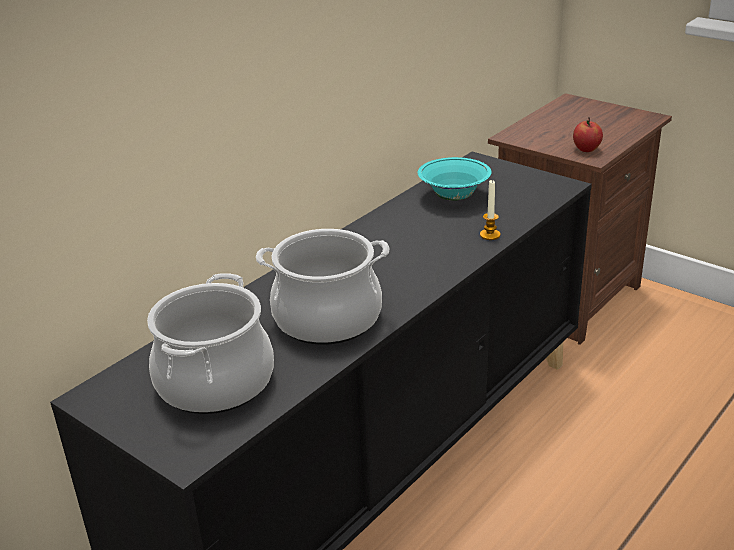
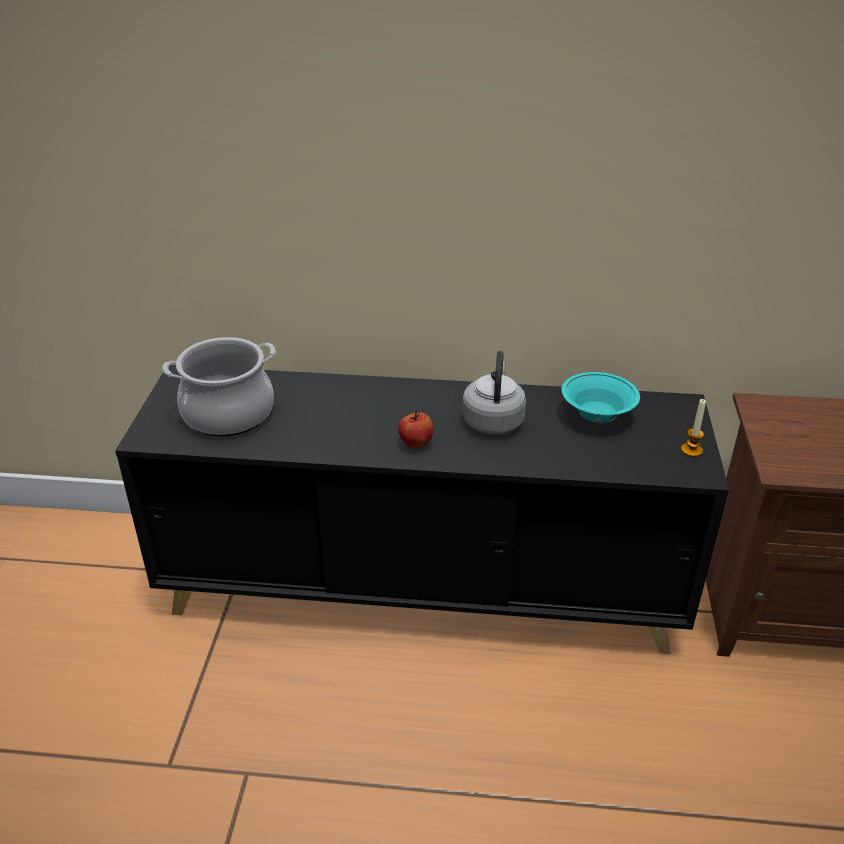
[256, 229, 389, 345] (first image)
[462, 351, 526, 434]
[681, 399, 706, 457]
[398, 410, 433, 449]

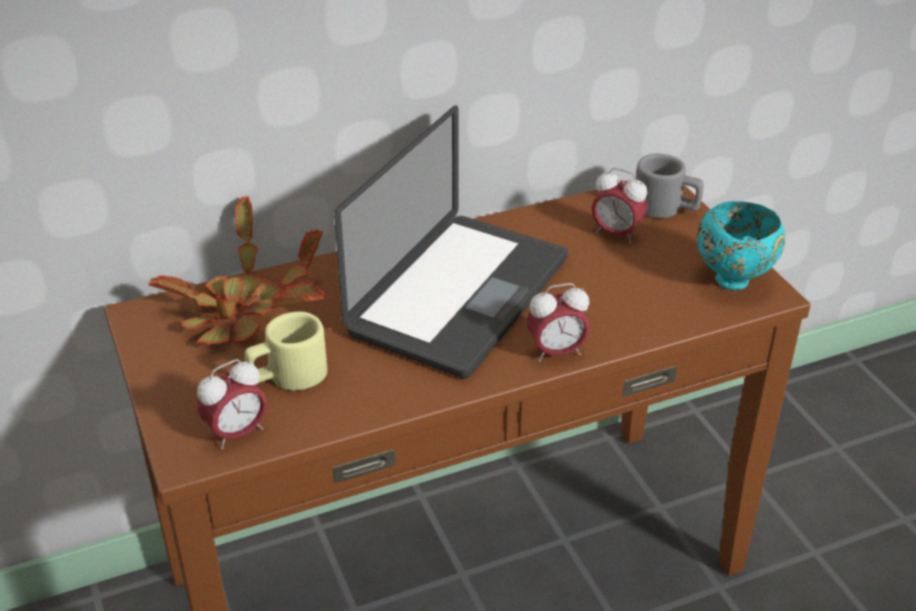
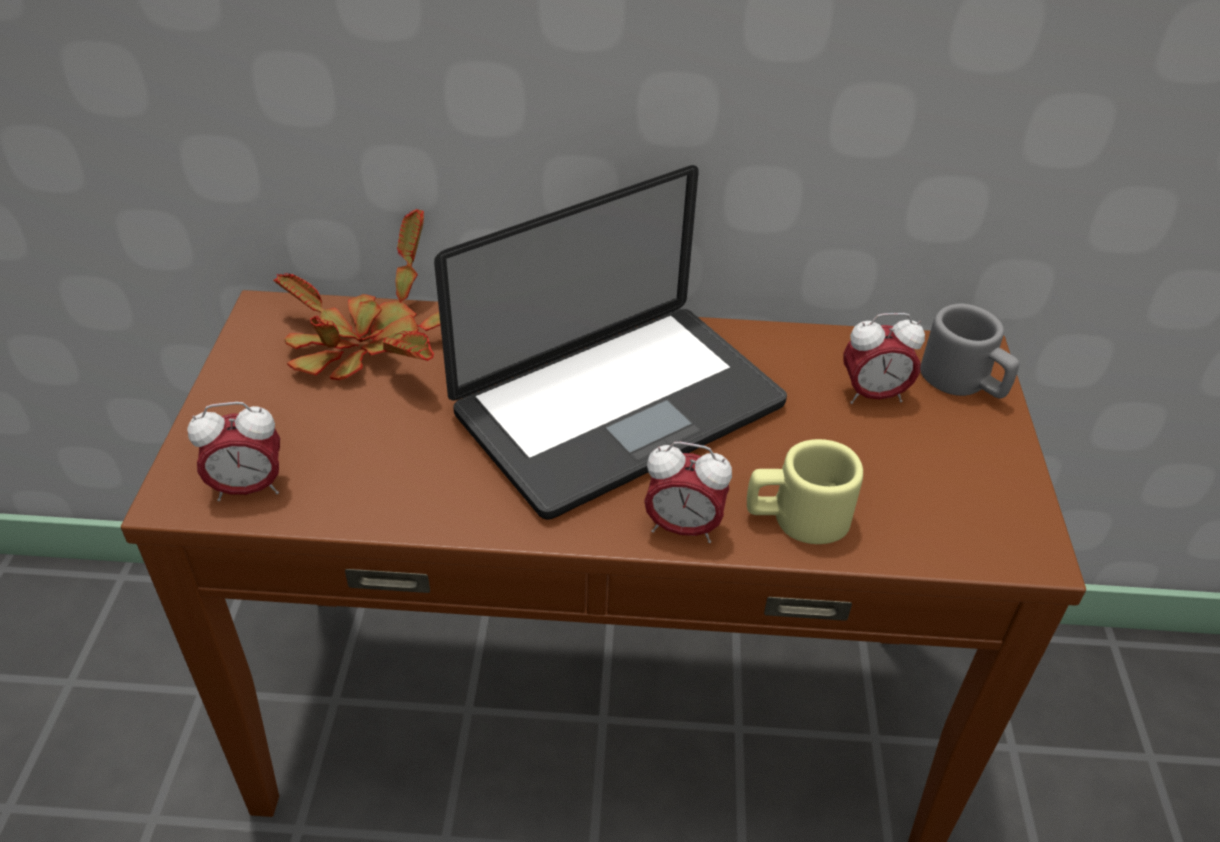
[697, 201, 785, 290] (first image)
[747, 439, 863, 544]
[843, 313, 925, 404]

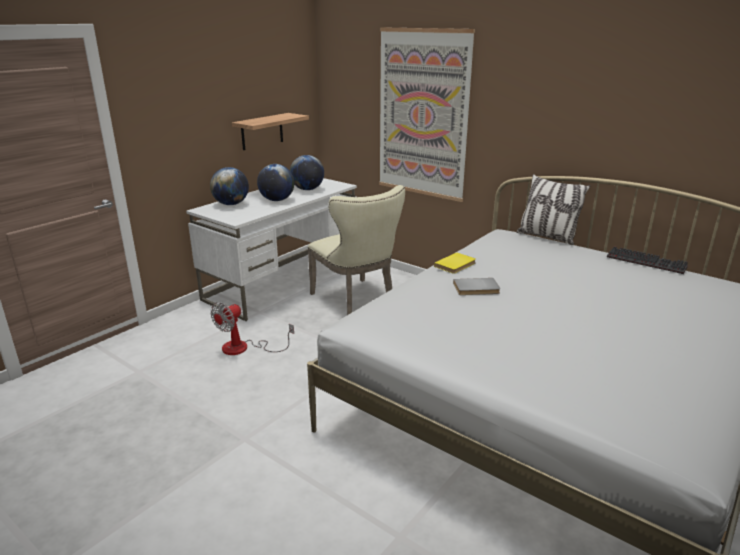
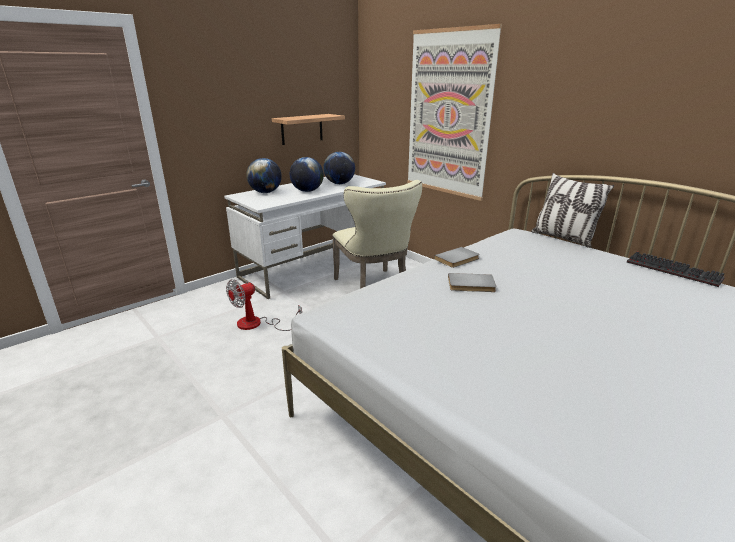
[434, 247, 479, 268]

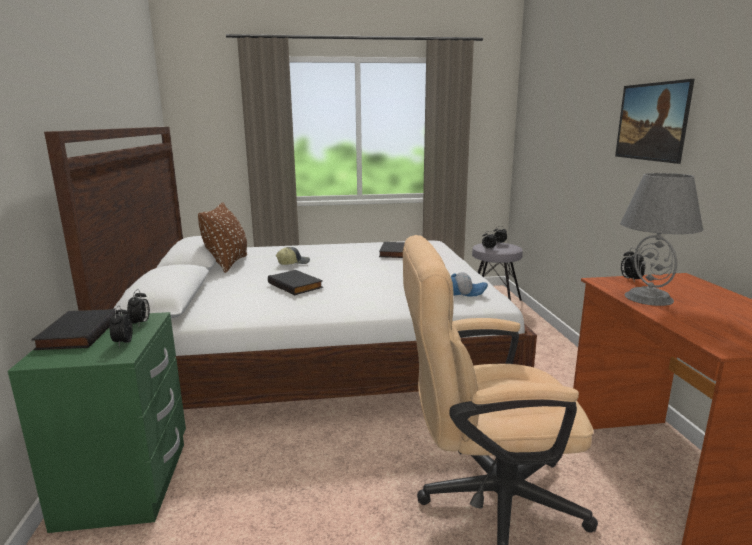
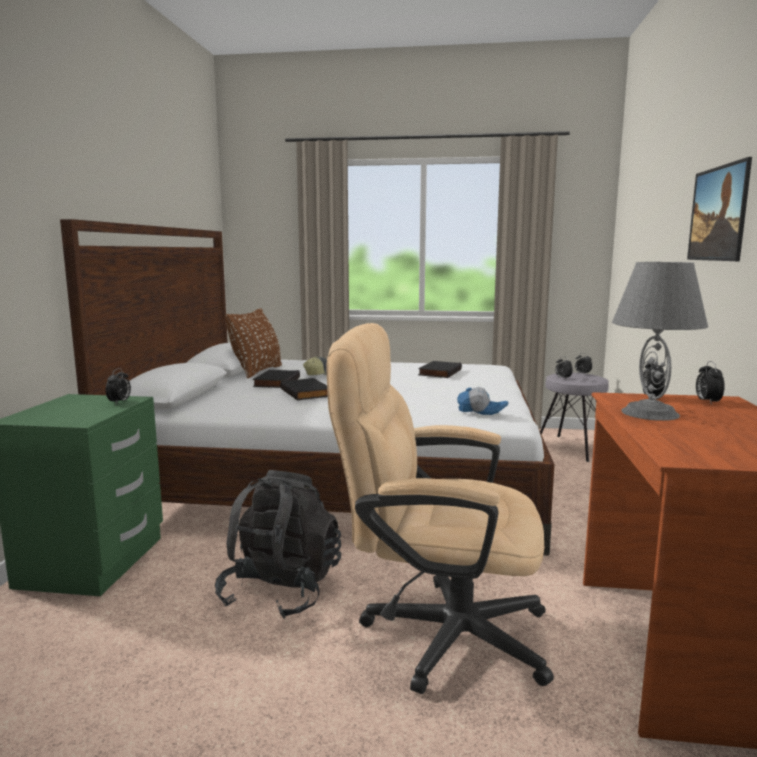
[215, 470, 341, 619]
[253, 370, 300, 388]
[696, 361, 725, 405]

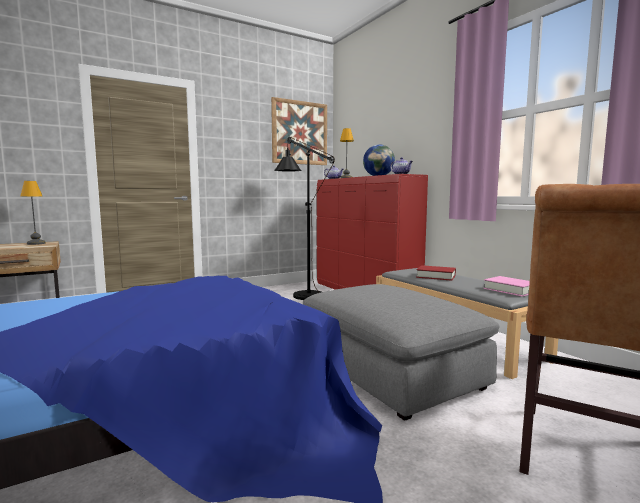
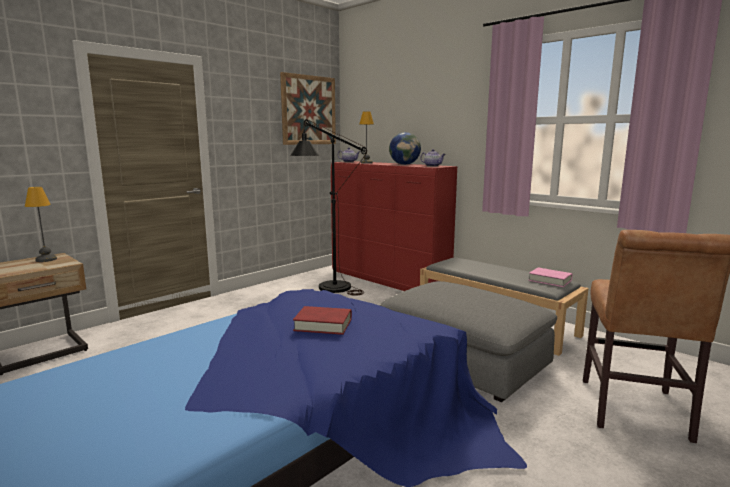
[293, 306, 352, 335]

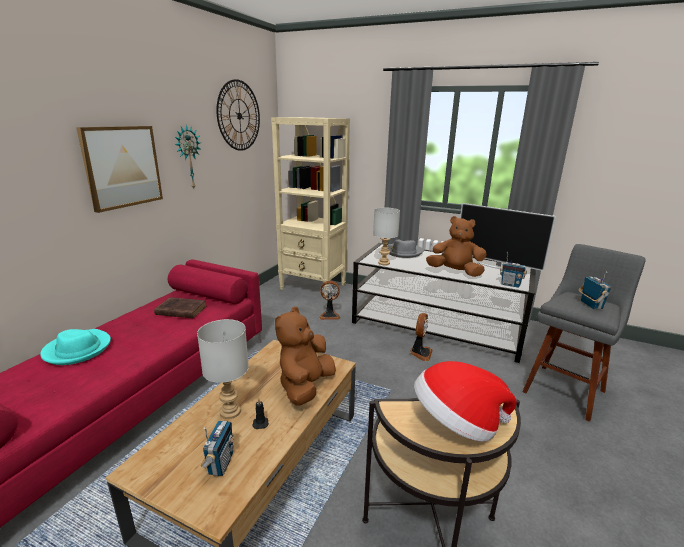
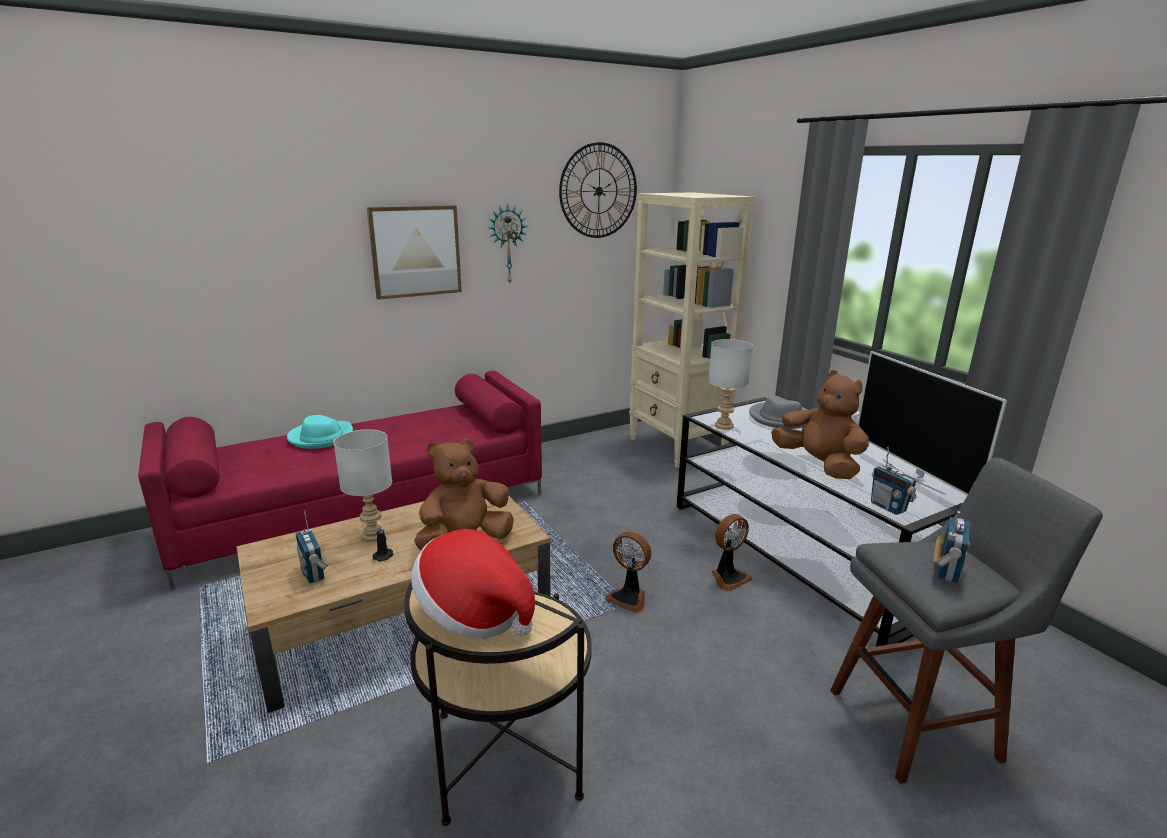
[154, 297, 206, 318] (first image)
[605, 531, 651, 613]
[295, 510, 329, 583]

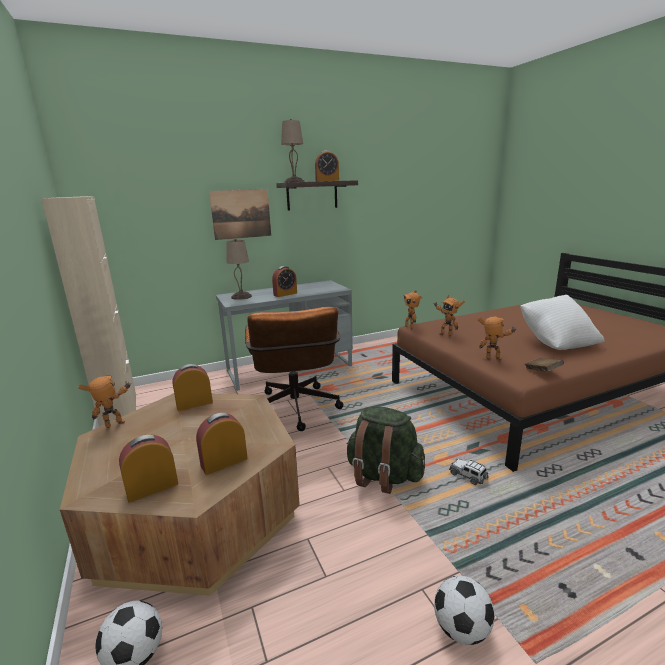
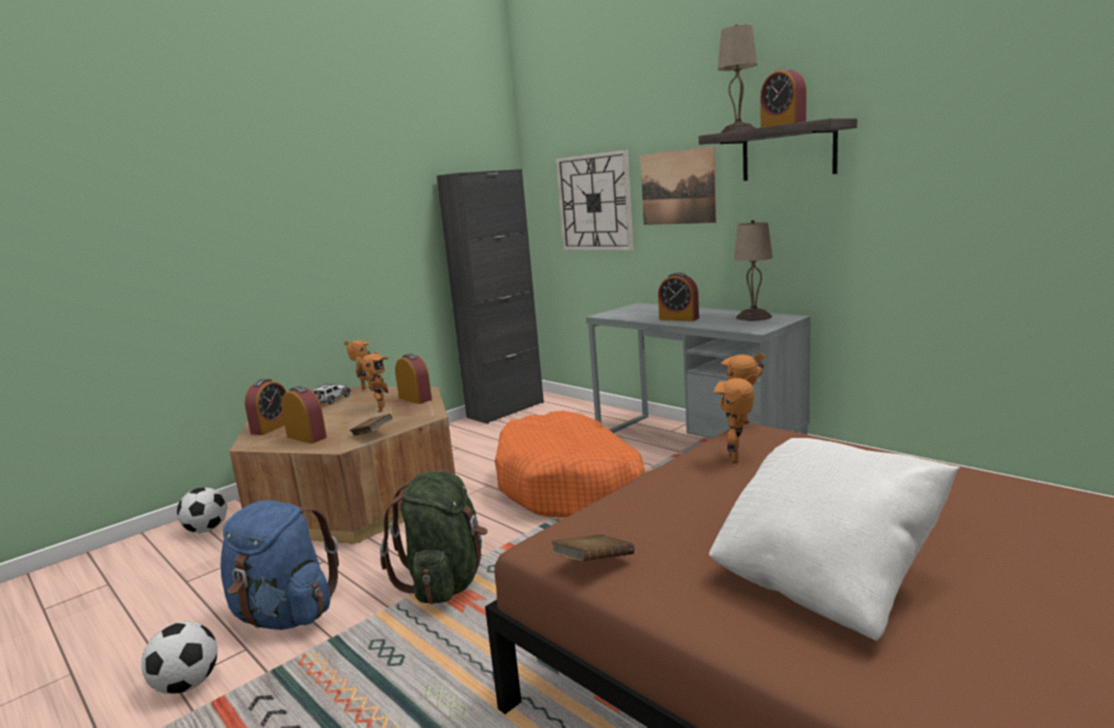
[220, 500, 339, 630]
[350, 414, 393, 436]
[556, 150, 634, 250]
[734, 220, 773, 321]
[313, 383, 351, 404]
[356, 351, 389, 412]
[495, 411, 645, 517]
[437, 169, 544, 424]
[245, 379, 286, 435]

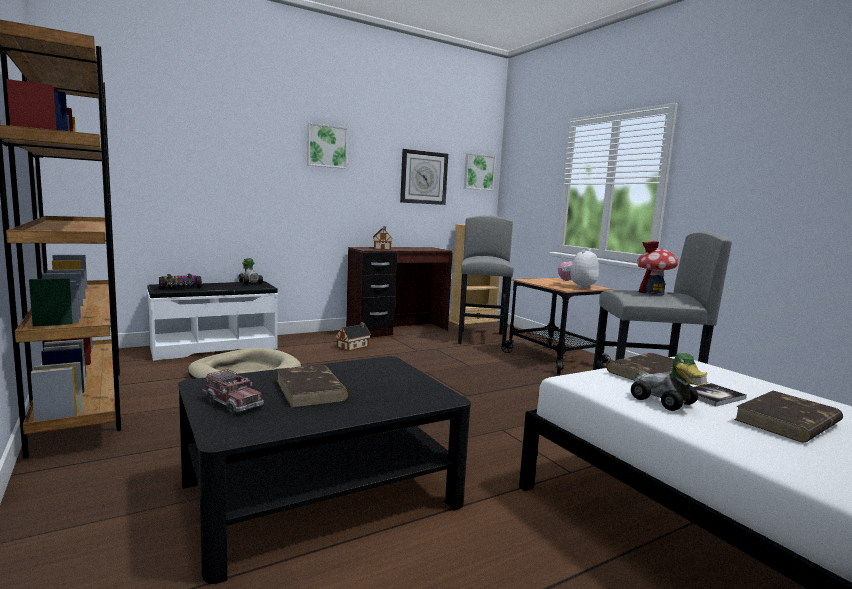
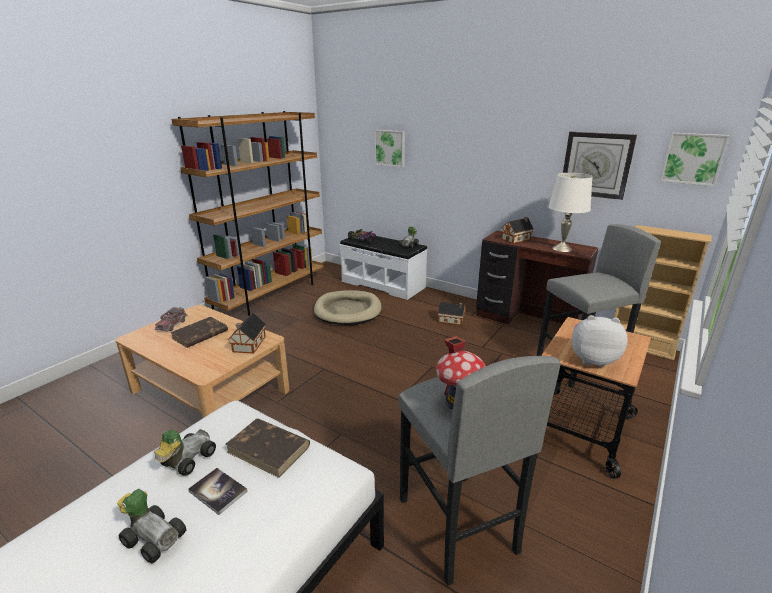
[228, 313, 266, 353]
[548, 173, 592, 252]
[374, 130, 405, 167]
[117, 489, 186, 563]
[115, 305, 289, 419]

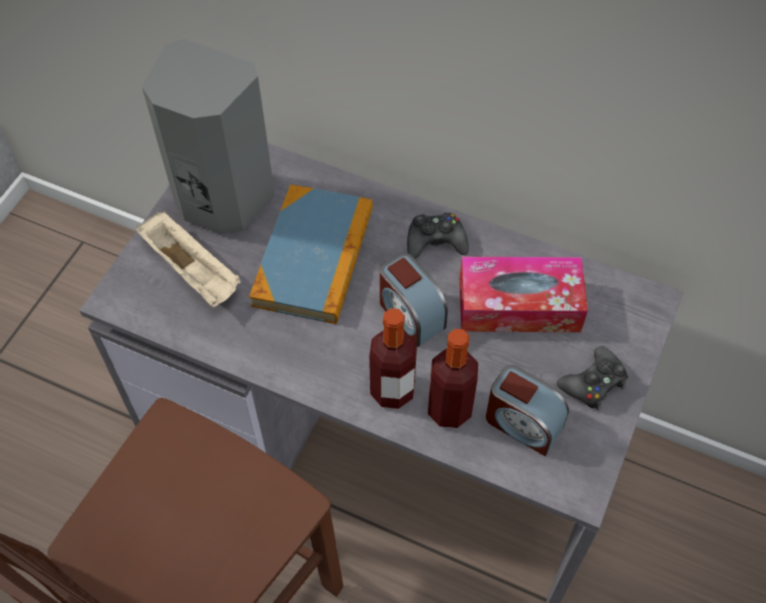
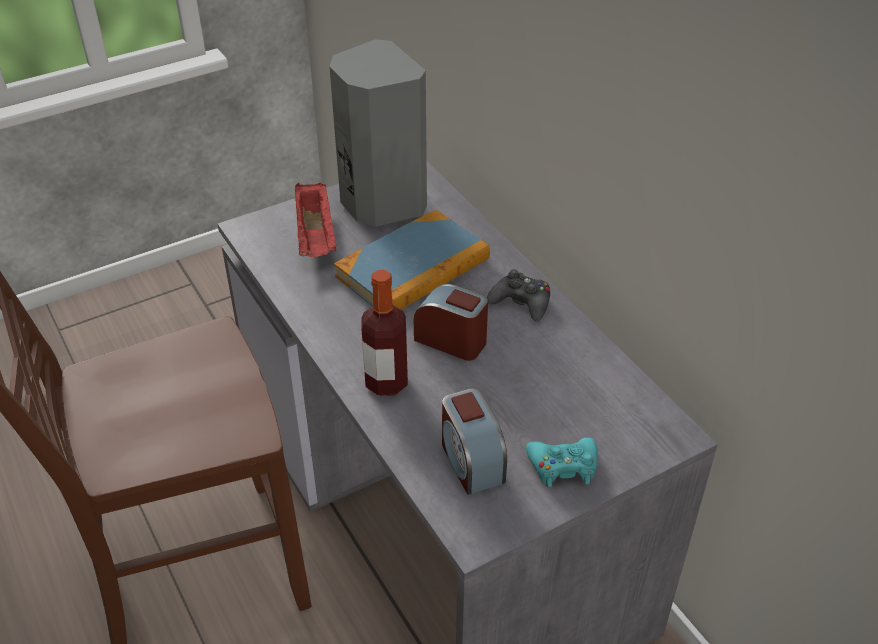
[428, 329, 478, 428] (first image)
[459, 257, 588, 332] (first image)
[295, 182, 336, 257]
[526, 438, 598, 487]
[414, 284, 488, 361]

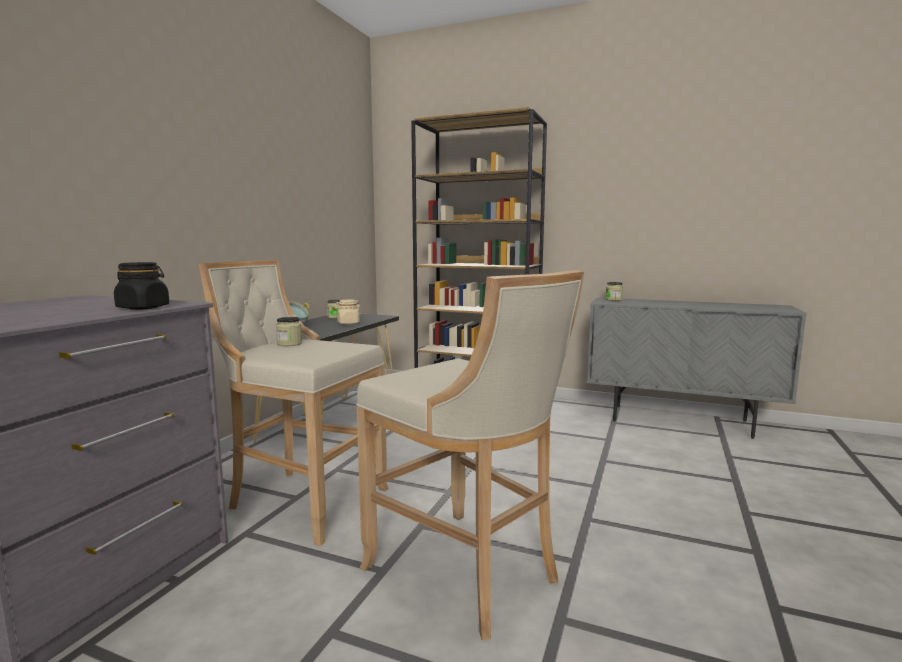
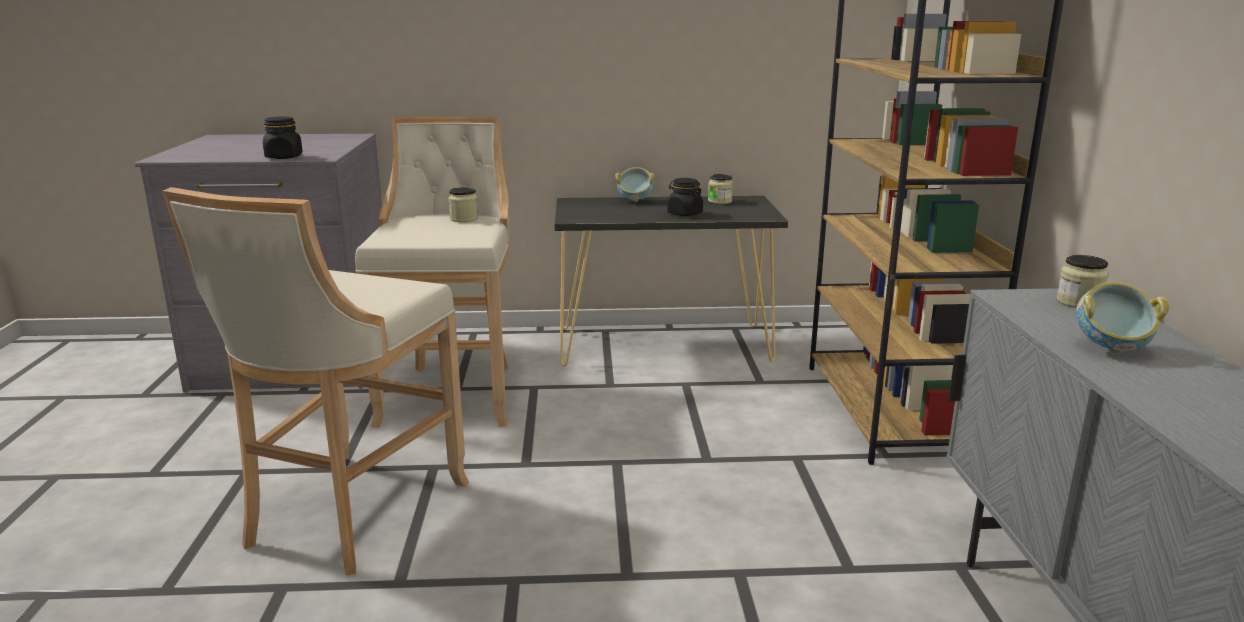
[1076, 282, 1169, 353]
[667, 178, 703, 216]

